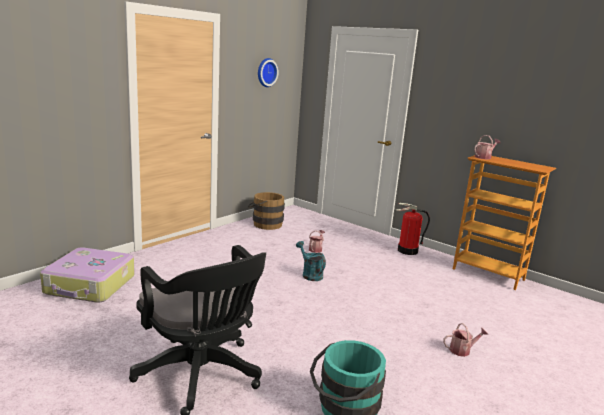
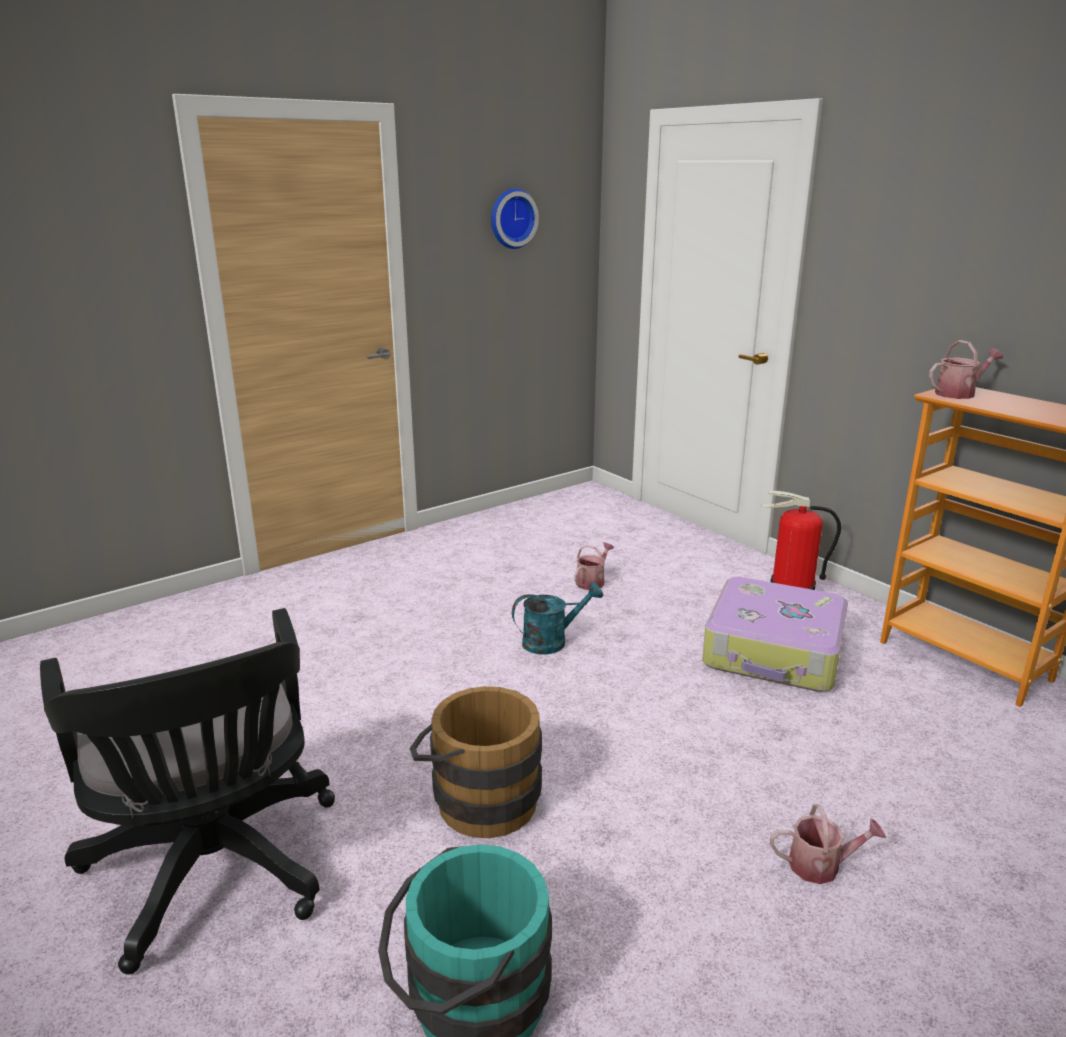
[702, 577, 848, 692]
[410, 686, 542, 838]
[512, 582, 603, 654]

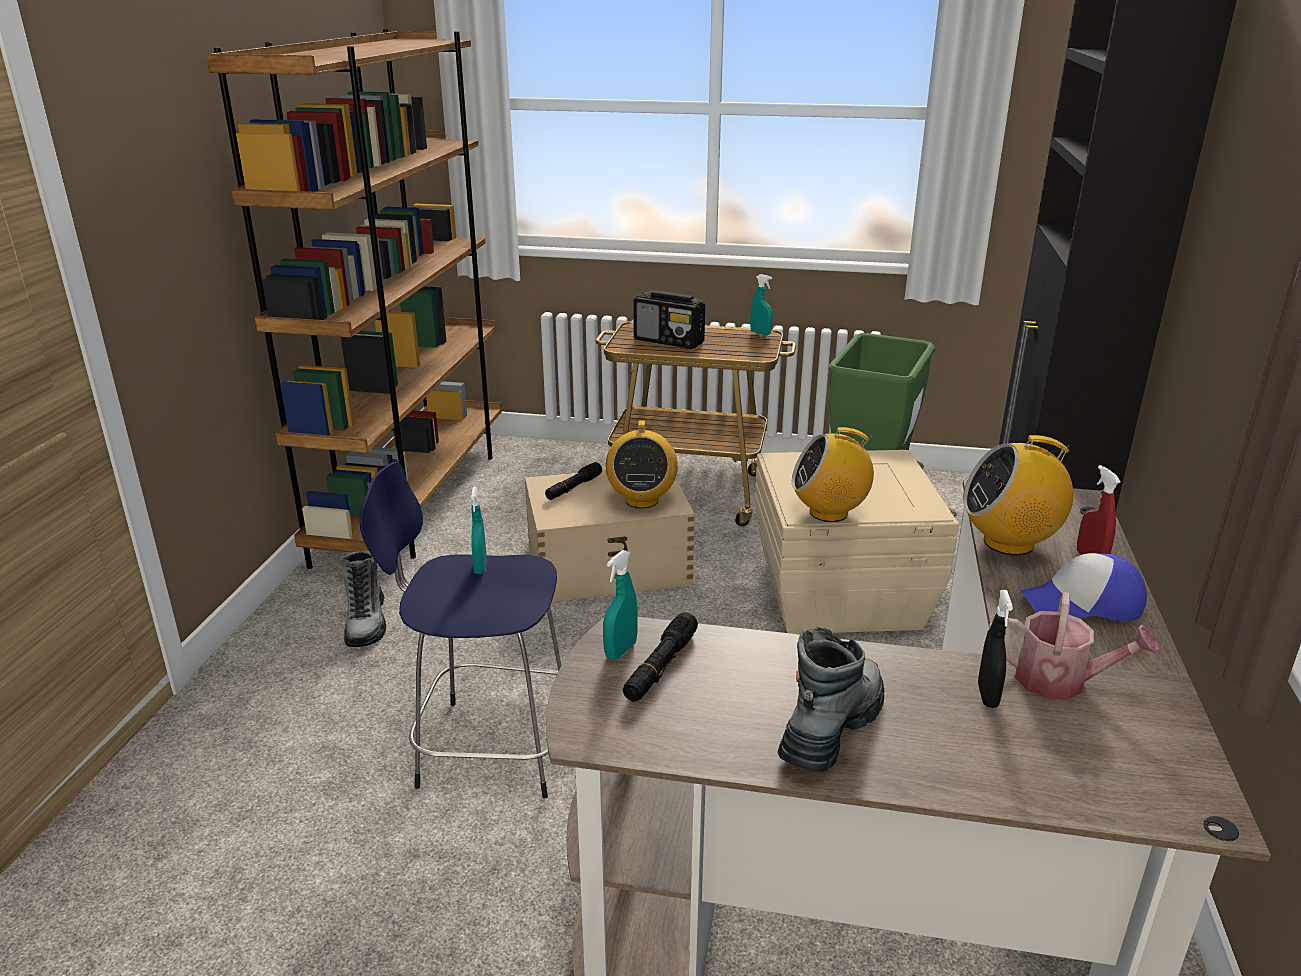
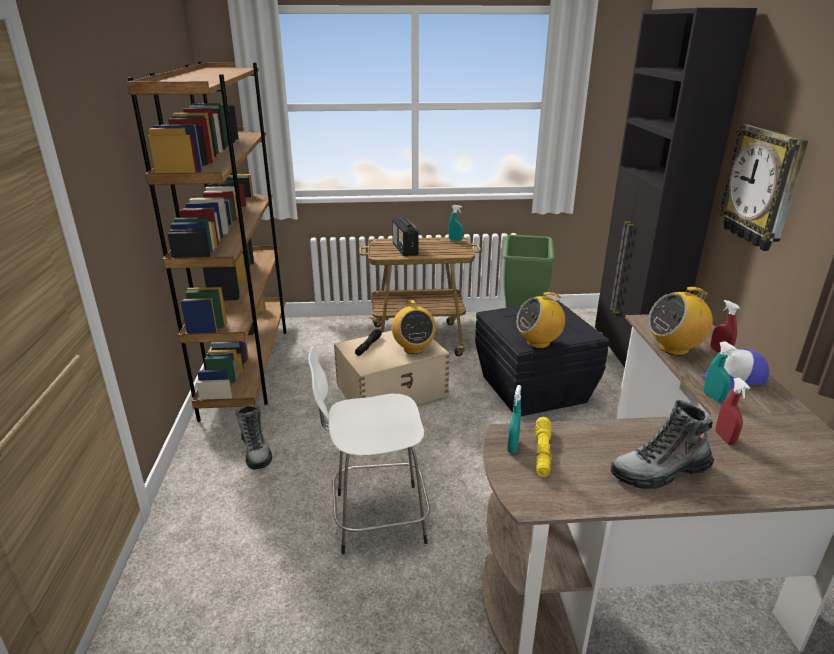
[989, 592, 1160, 700] (first image)
[718, 125, 808, 251]
[704, 341, 737, 403]
[308, 346, 430, 554]
[535, 417, 552, 477]
[475, 301, 610, 416]
[716, 378, 750, 445]
[392, 217, 419, 257]
[610, 400, 714, 489]

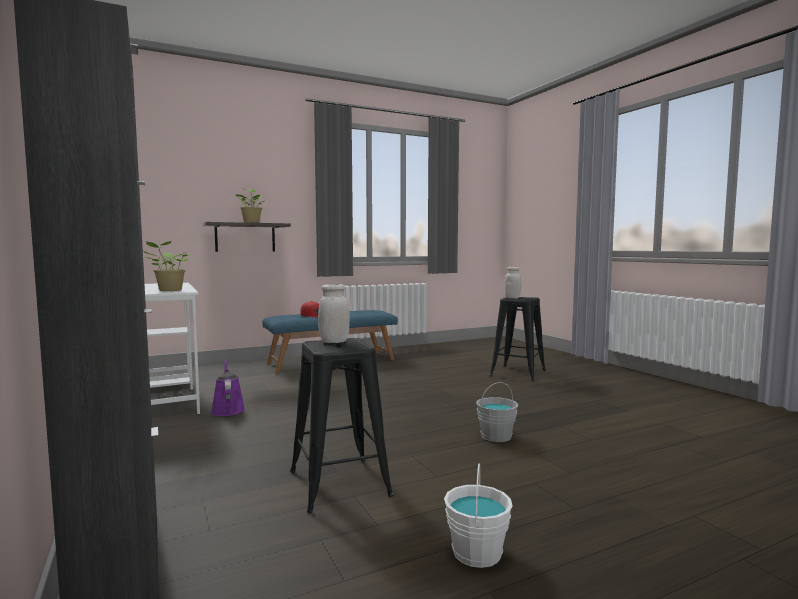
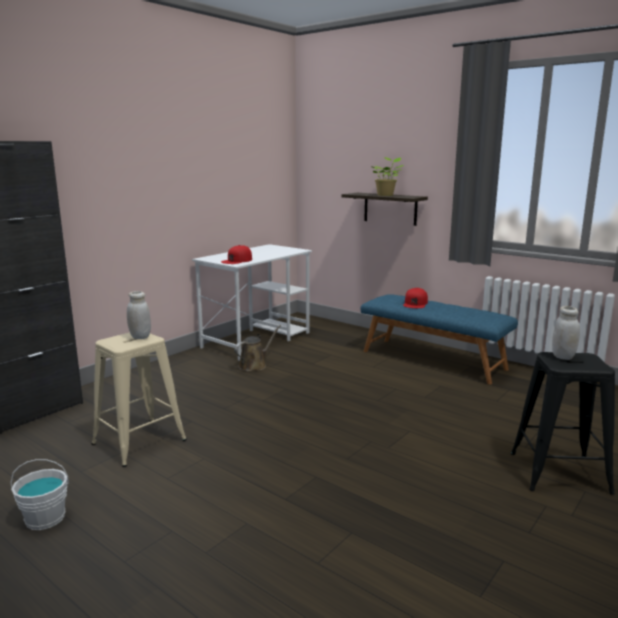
[476, 382, 518, 442] (first image)
[221, 245, 252, 264]
[234, 325, 281, 371]
[92, 332, 187, 467]

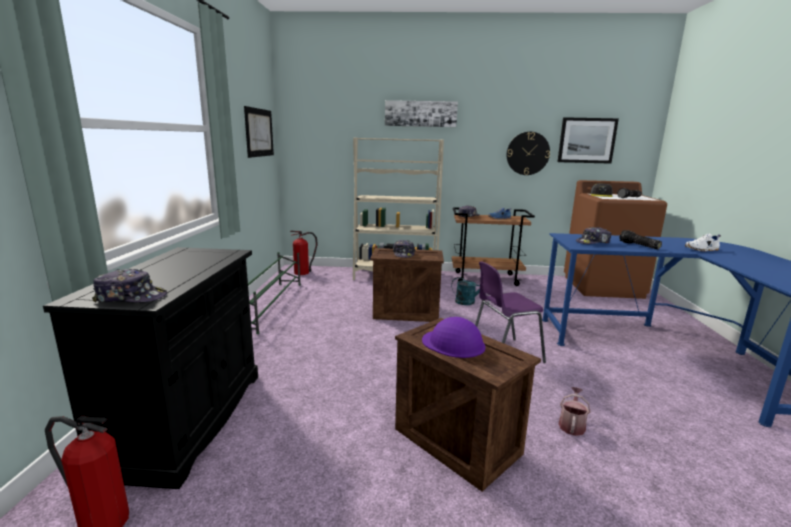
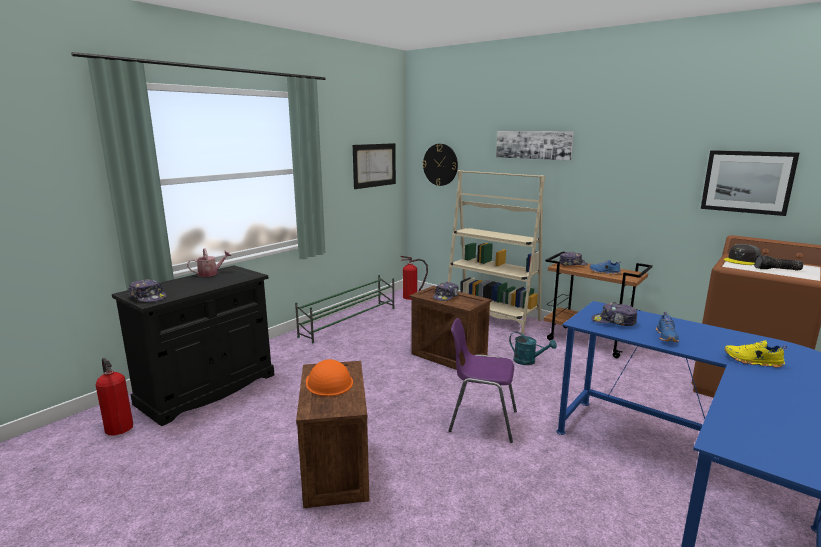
[422, 144, 458, 186]
[187, 248, 232, 277]
[656, 312, 679, 342]
[306, 359, 353, 396]
[725, 340, 787, 368]

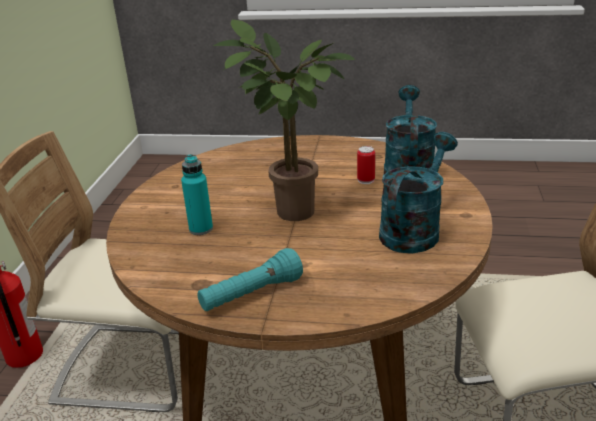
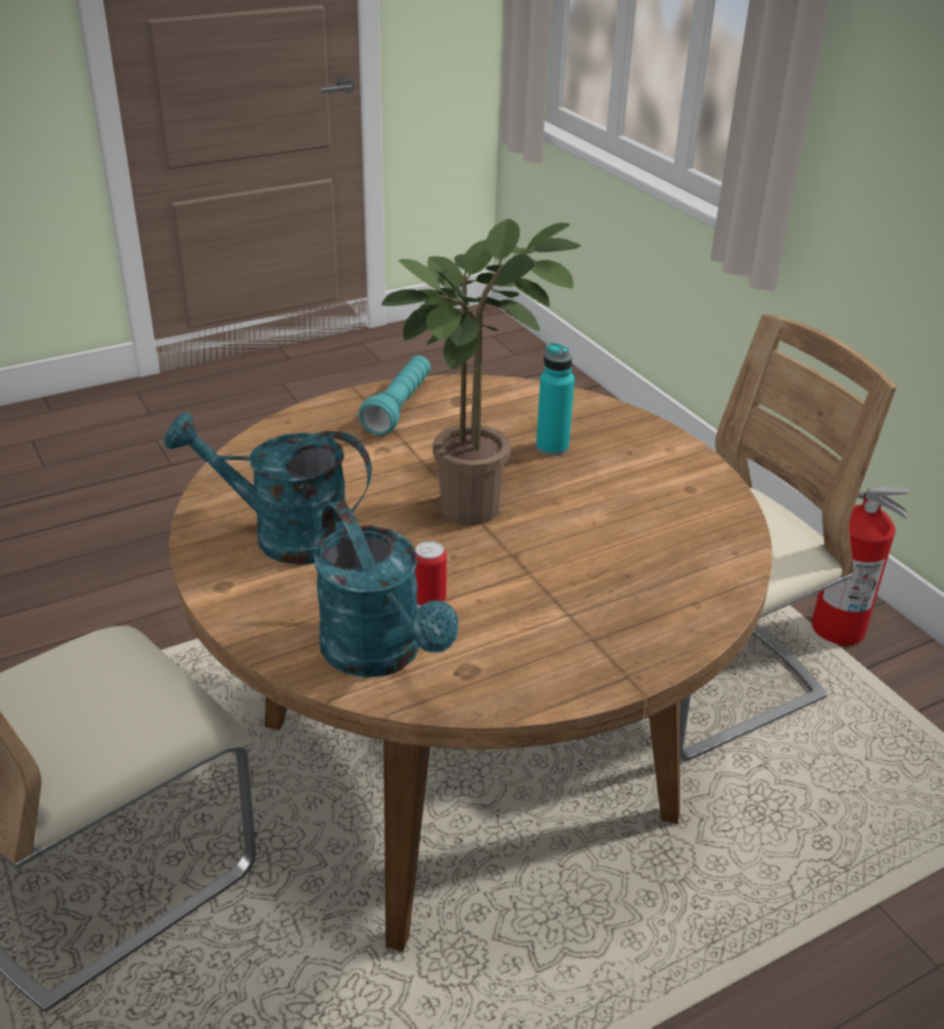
[164, 412, 372, 565]

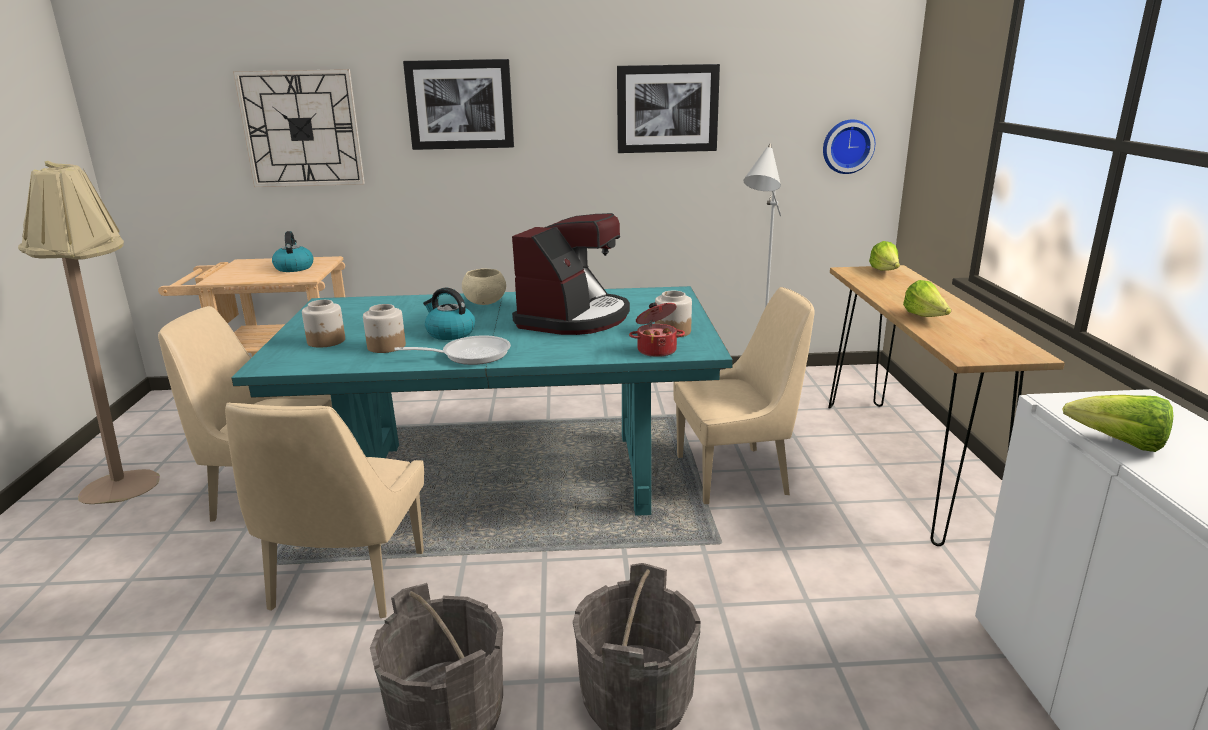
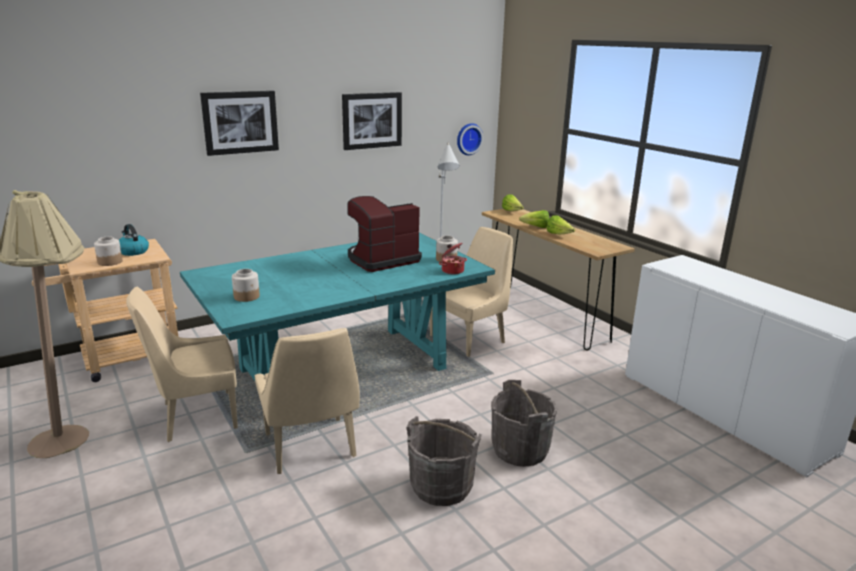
[233, 69, 365, 187] (first image)
[394, 336, 511, 365] (first image)
[423, 287, 475, 340] (first image)
[462, 268, 506, 305] (first image)
[94, 236, 123, 266]
[519, 210, 549, 228]
[347, 196, 422, 272]

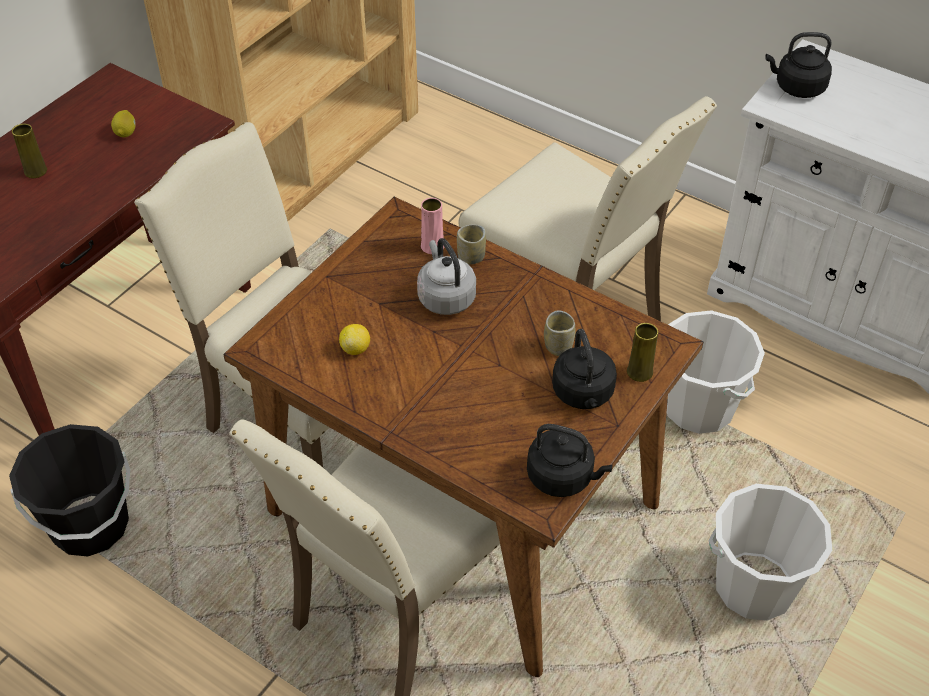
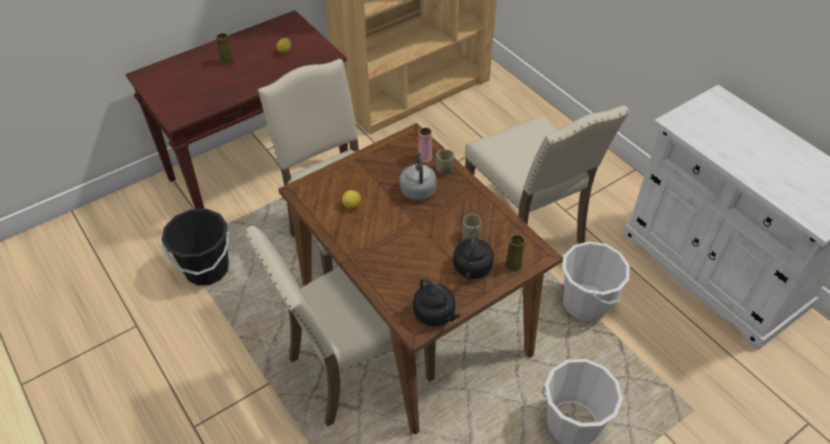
[765, 32, 832, 98] (first image)

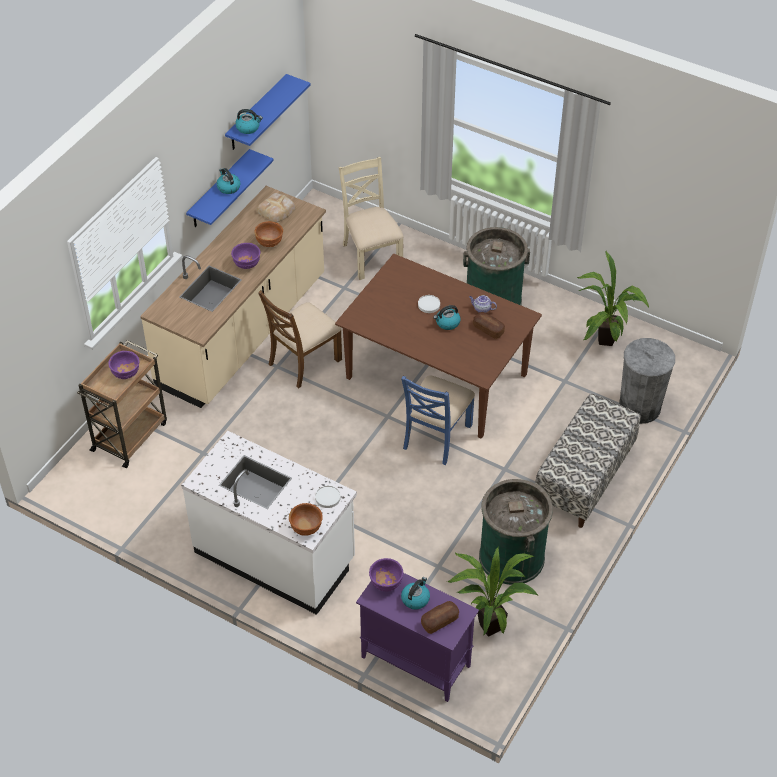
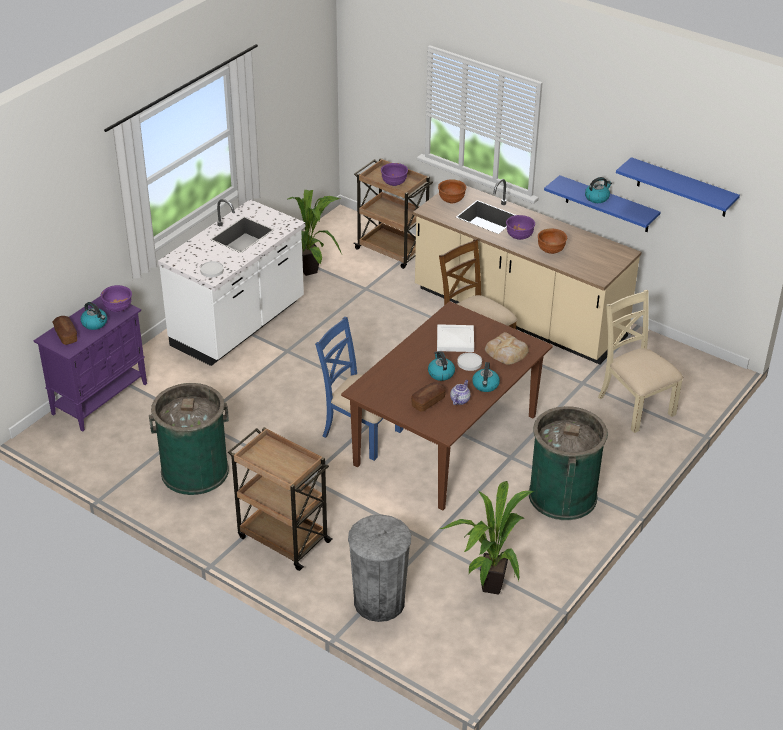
[437, 324, 474, 352]
[472, 362, 500, 392]
[485, 332, 529, 365]
[438, 179, 466, 203]
[288, 190, 342, 276]
[228, 427, 333, 571]
[598, 290, 683, 433]

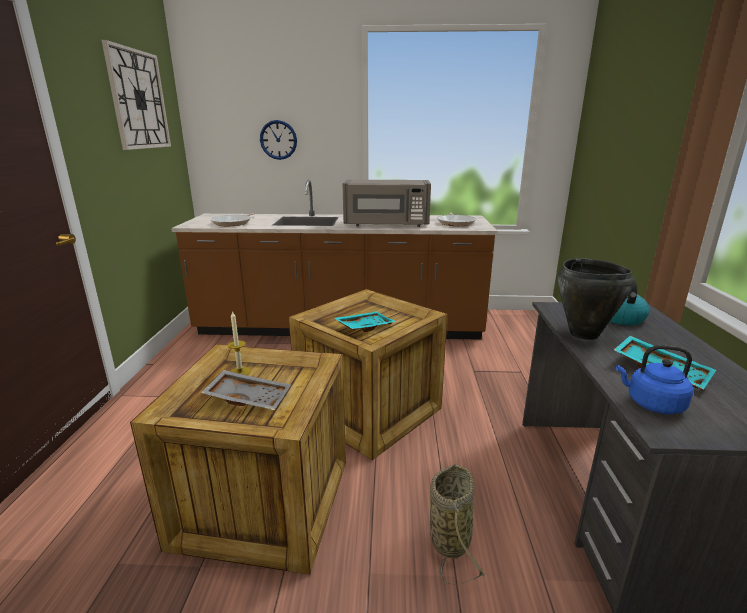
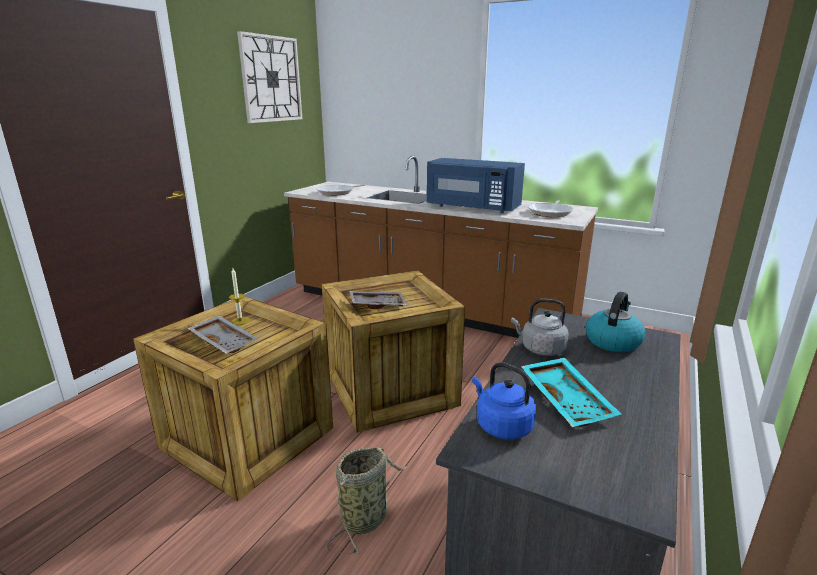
[260, 120, 297, 160] (first image)
[511, 299, 569, 356]
[349, 291, 407, 309]
[427, 158, 525, 213]

